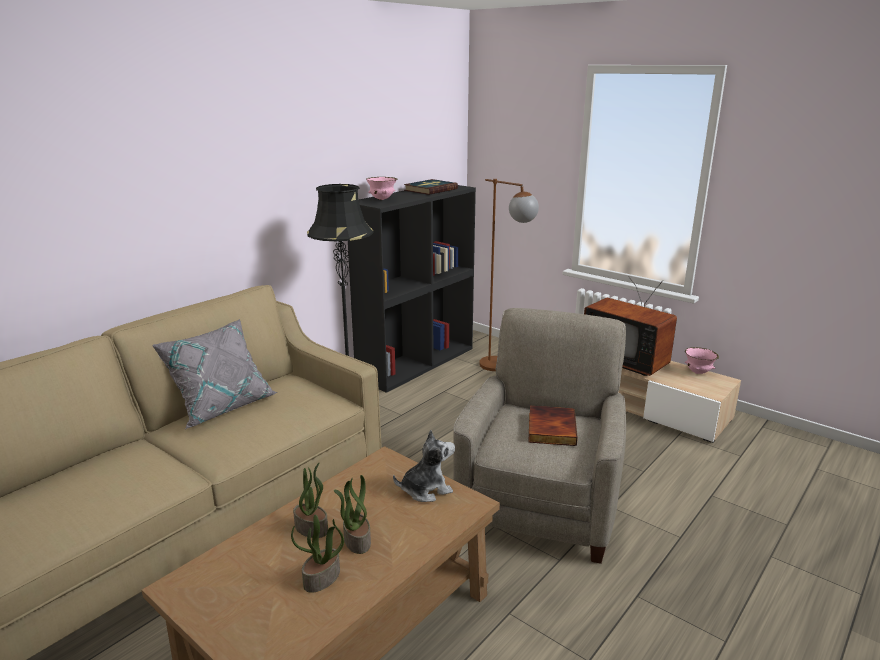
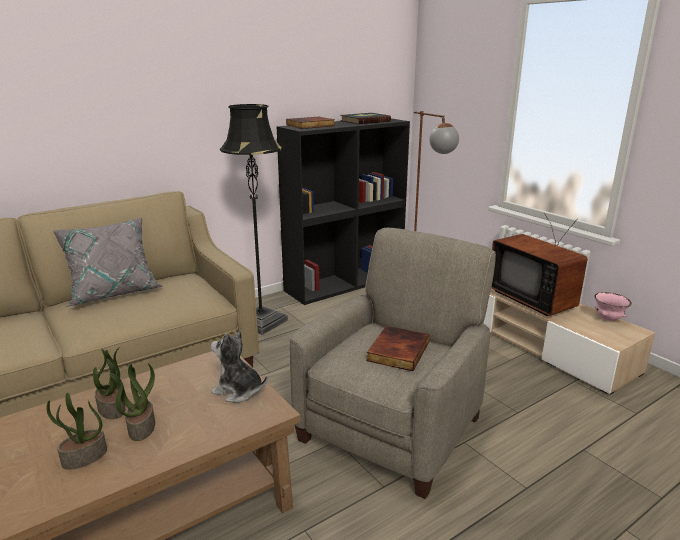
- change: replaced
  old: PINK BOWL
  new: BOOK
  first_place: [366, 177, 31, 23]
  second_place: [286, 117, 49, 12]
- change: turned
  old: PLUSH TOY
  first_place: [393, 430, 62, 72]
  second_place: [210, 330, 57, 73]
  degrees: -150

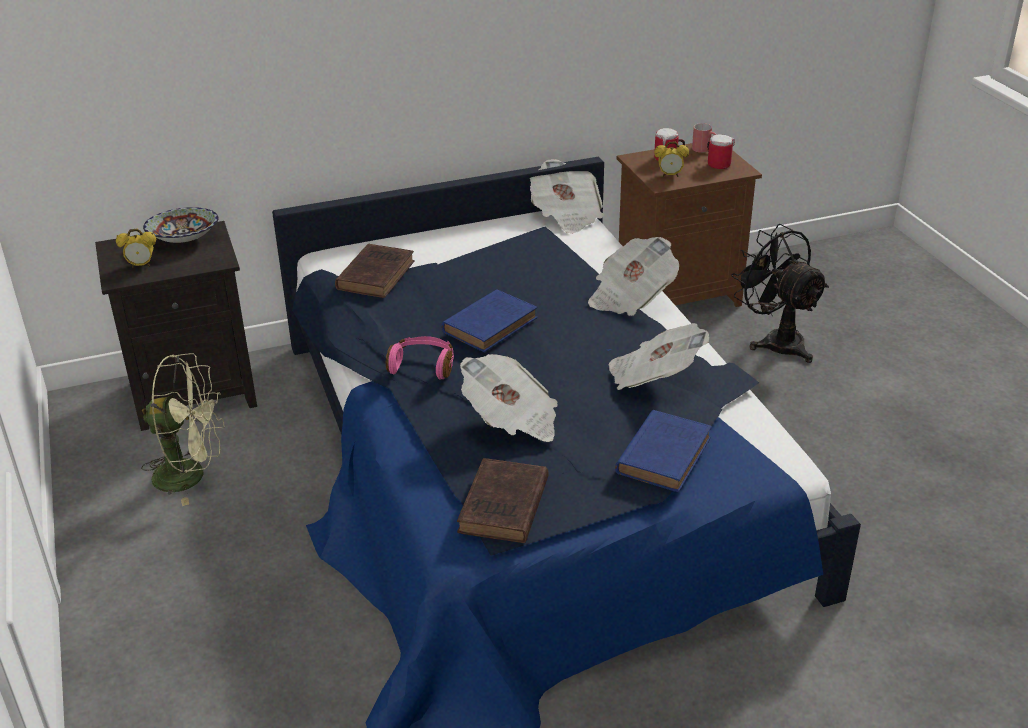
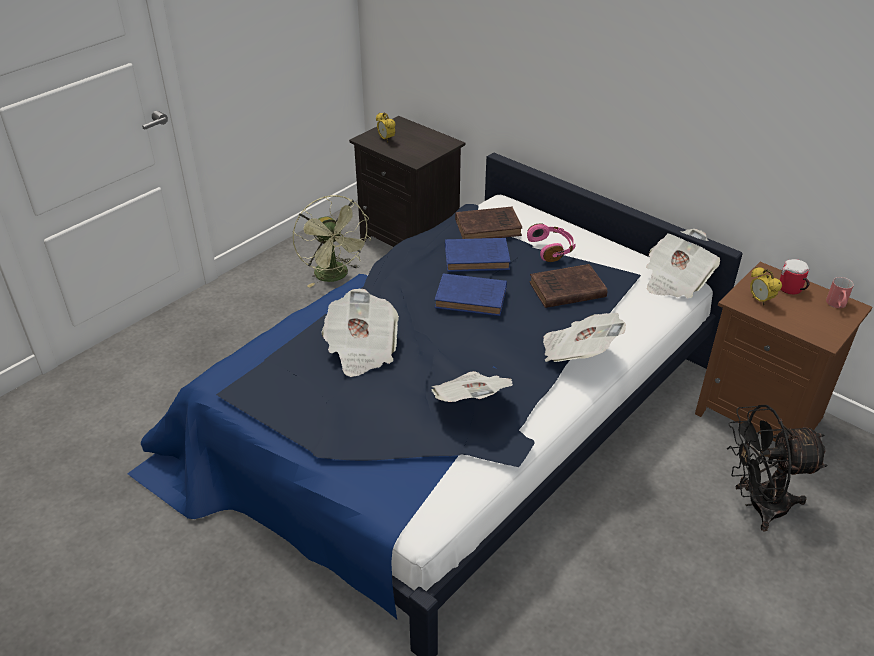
- change: removed
  old: BOWL
  first_place: [143, 207, 76, 36]
- change: moved
  old: PINK HEADPHONES
  first_place: [386, 336, 68, 44]
  second_place: [527, 223, 49, 39]
- change: moved
  old: BROWN BOOK
  first_place: [457, 458, 91, 85]
  second_place: [529, 264, 78, 44]
- change: moved
  old: BLUE BOOK
  first_place: [615, 410, 97, 82]
  second_place: [445, 238, 65, 34]
- change: removed
  old: MUG
  first_place: [707, 134, 28, 35]
- change: turned
  old: BLACK FAN
  first_place: [732, 224, 97, 139]
  second_place: [726, 405, 102, 127]
  degrees: -120

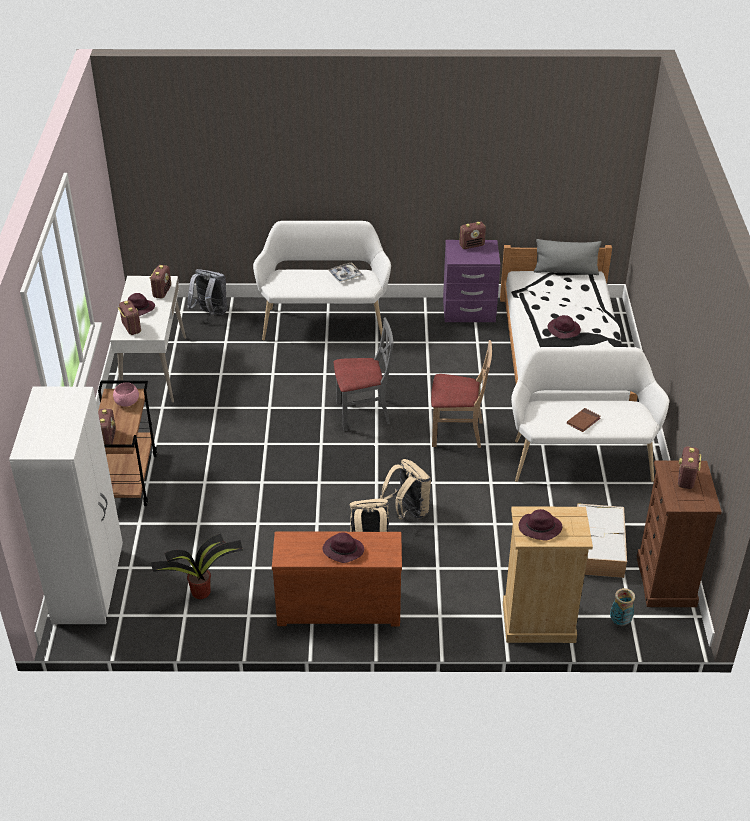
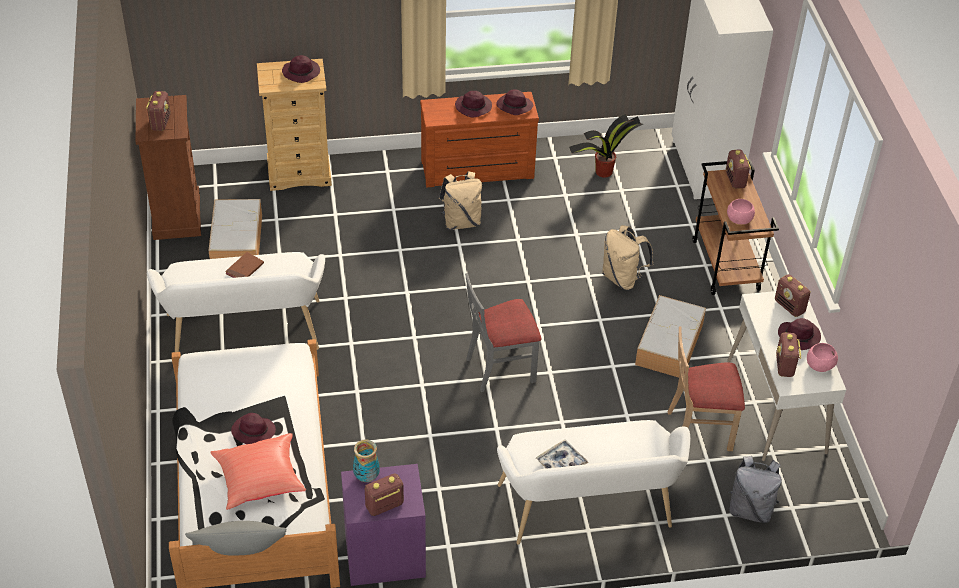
- change: moved
  old: BEIGE BACKPACK
  first_place: [380, 459, 51, 60]
  second_place: [602, 225, 52, 65]
- change: moved
  old: BEIGE CHAIR
  first_place: [431, 340, 61, 108]
  second_place: [668, 326, 77, 125]
- change: moved
  old: VASE
  first_place: [610, 588, 25, 38]
  second_place: [353, 440, 27, 42]
- change: added
  new: RED PILLOW
  second_place: [210, 433, 96, 77]
- change: added
  new: PURPLE HAT
  second_place: [496, 89, 37, 26]
- change: added
  new: STORAGE BOX
  second_place: [635, 295, 71, 82]
- change: added
  new: PINK BOWL
  second_place: [807, 343, 31, 29]

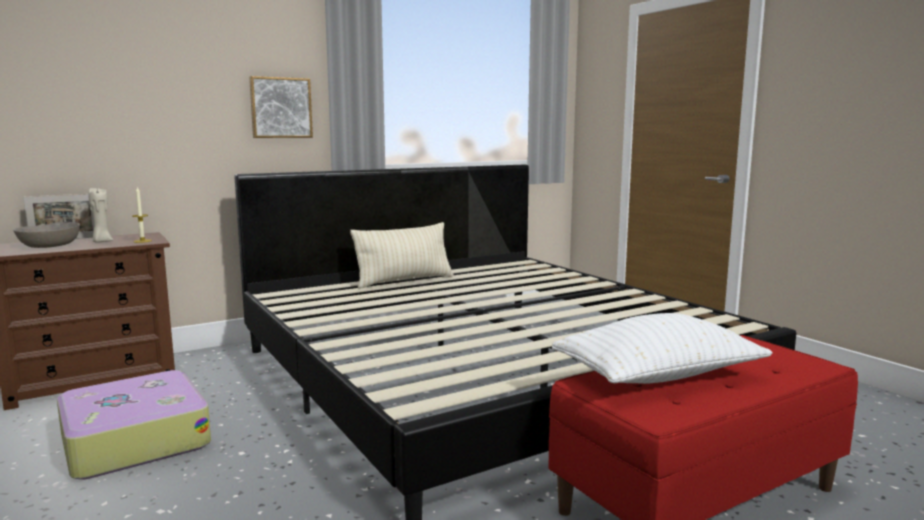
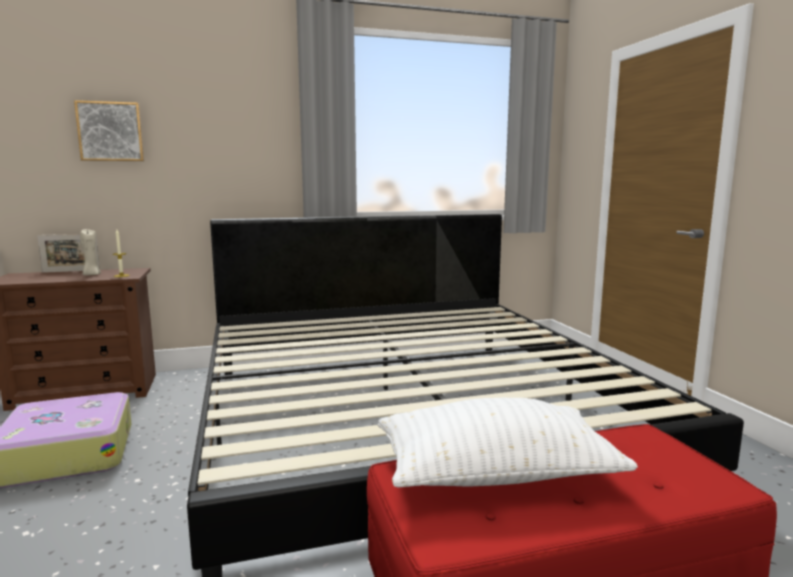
- change: removed
  old: GREY BOWL
  first_place: [13, 222, 67, 26]
- change: moved
  old: PICTURE
  first_place: [249, 76, 64, 62]
  second_place: [74, 100, 70, 61]
- change: removed
  old: BEIGE PILLOW
  first_place: [350, 222, 104, 67]

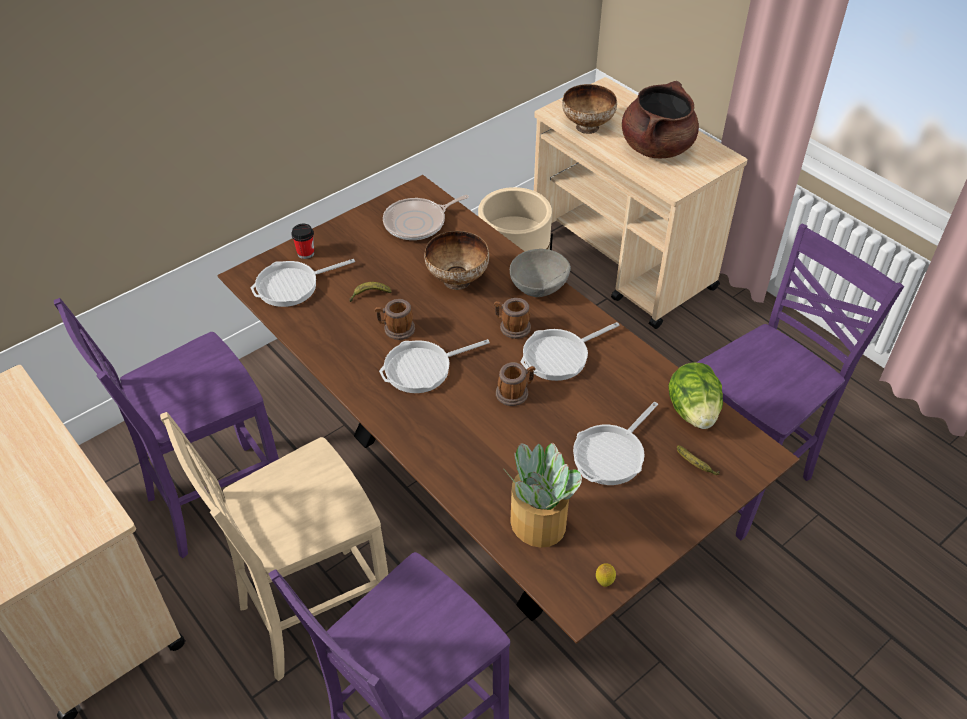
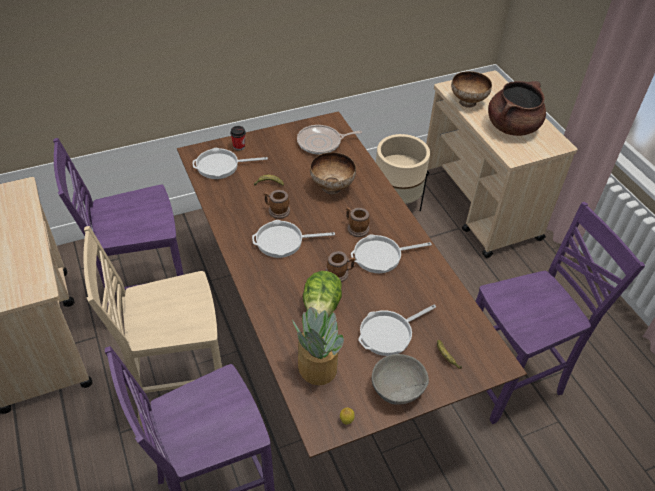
- change: moved
  old: GREY BOWL
  first_place: [510, 249, 61, 48]
  second_place: [372, 354, 57, 50]
- change: moved
  old: LETTUCE
  first_place: [668, 362, 55, 67]
  second_place: [303, 271, 39, 44]

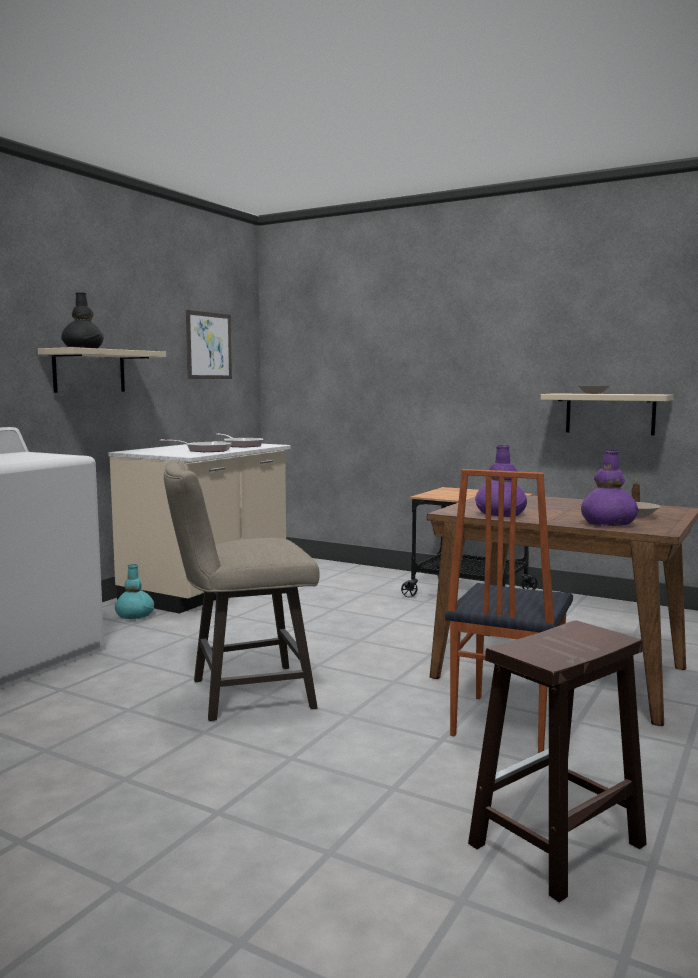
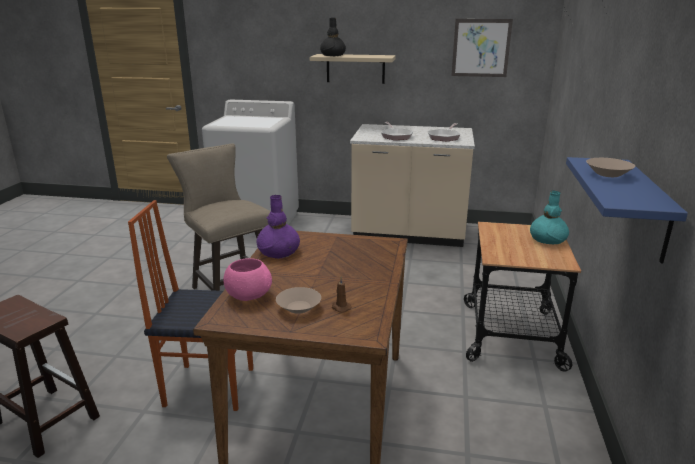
- change: moved
  old: TURQUOISE VASE
  first_place: [115, 564, 39, 55]
  second_place: [530, 191, 39, 53]
- change: recoloured
  old: BEIGE SHELF
  new: BLUE SHELF
  first_place: [541, 393, 132, 42]
  second_place: [566, 157, 122, 106]
- change: replaced
  old: PURPLE VASE
  new: PINK BOWL
  first_place: [581, 450, 58, 76]
  second_place: [223, 258, 49, 43]

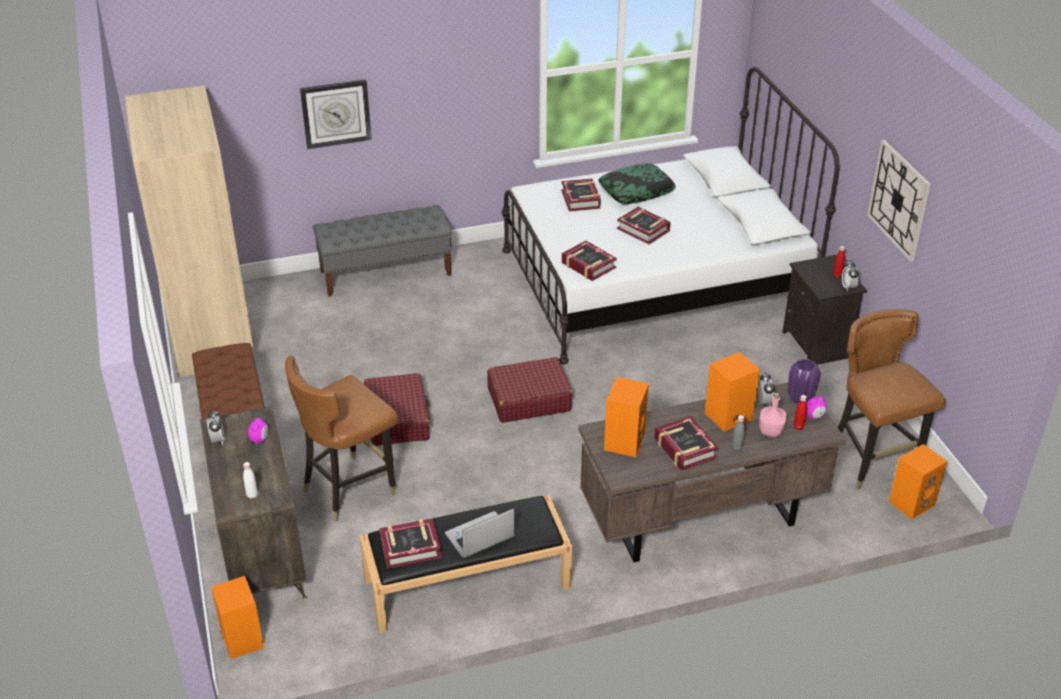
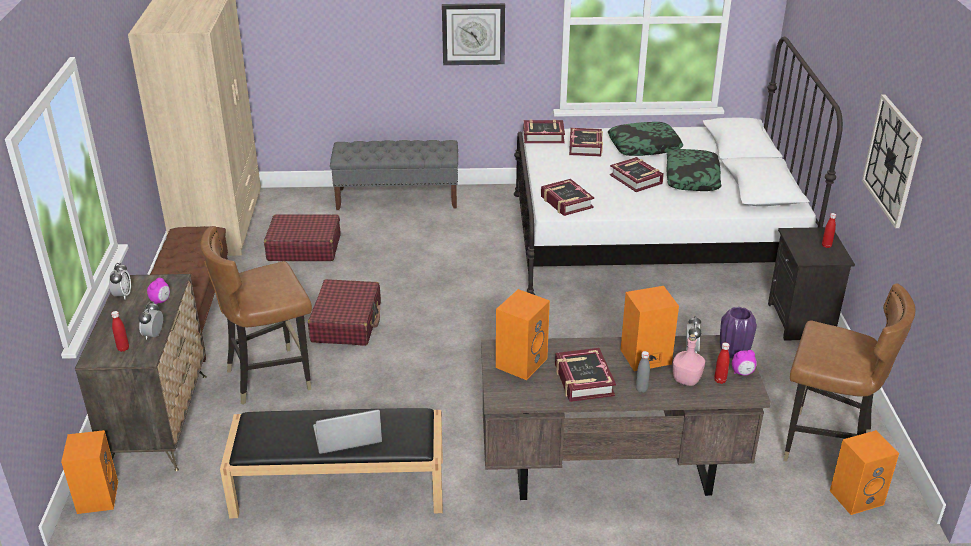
- change: recoloured
  old: WHITE BOTTLE
  new: RED BOTTLE
  first_place: [243, 462, 15, 37]
  second_place: [111, 311, 18, 41]
- change: moved
  old: WALL CLOCK
  first_place: [300, 79, 72, 70]
  second_place: [442, 3, 63, 62]
- change: moved
  old: BOOK
  first_place: [379, 518, 63, 51]
  second_place: [524, 119, 41, 24]
- change: moved
  old: RED SUITCASE
  first_place: [487, 357, 86, 66]
  second_place: [264, 214, 77, 47]
- change: turned
  old: BROWN CHAIR
  first_place: [838, 309, 107, 181]
  second_place: [783, 283, 133, 179]
  degrees: 120
- change: moved
  old: ALARM CLOCK
  first_place: [842, 261, 18, 30]
  second_place: [138, 302, 25, 38]
- change: added
  new: PILLOW
  second_place: [667, 149, 55, 42]

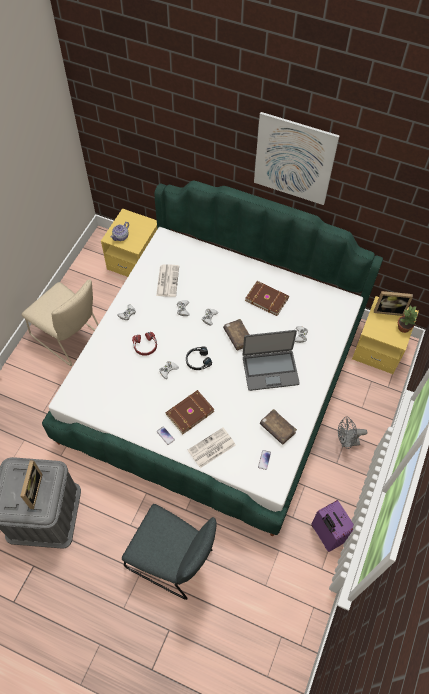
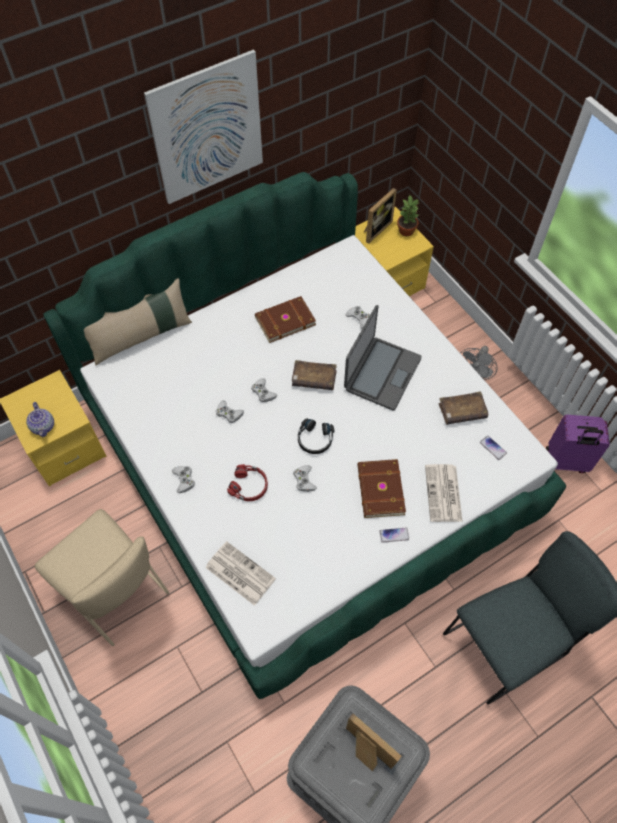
- change: turned
  old: BEIGE CHAIR
  first_place: [21, 279, 78, 87]
  second_place: [34, 509, 135, 137]
  degrees: 60
- change: moved
  old: NEWSPAPER
  first_place: [156, 264, 23, 33]
  second_place: [205, 541, 71, 65]
- change: added
  new: BEIGE PILLOW
  second_place: [84, 278, 108, 87]

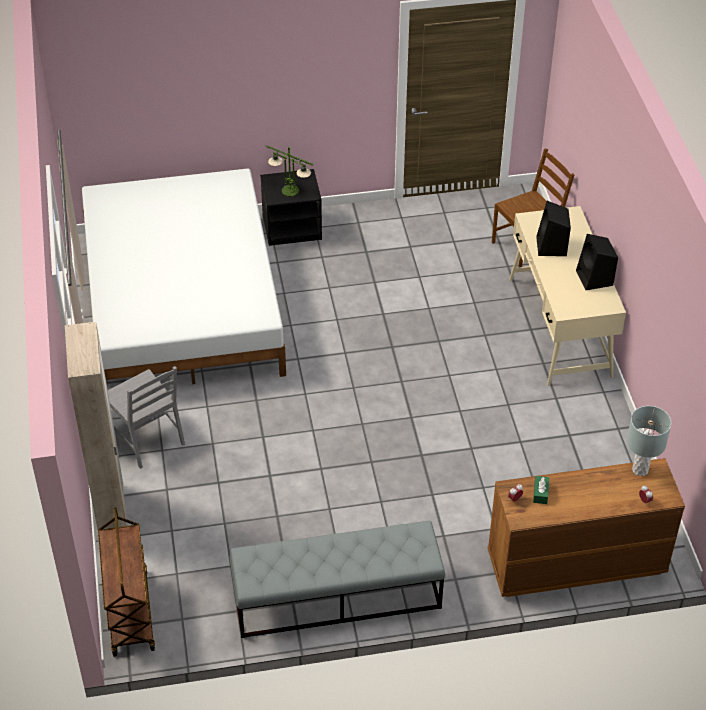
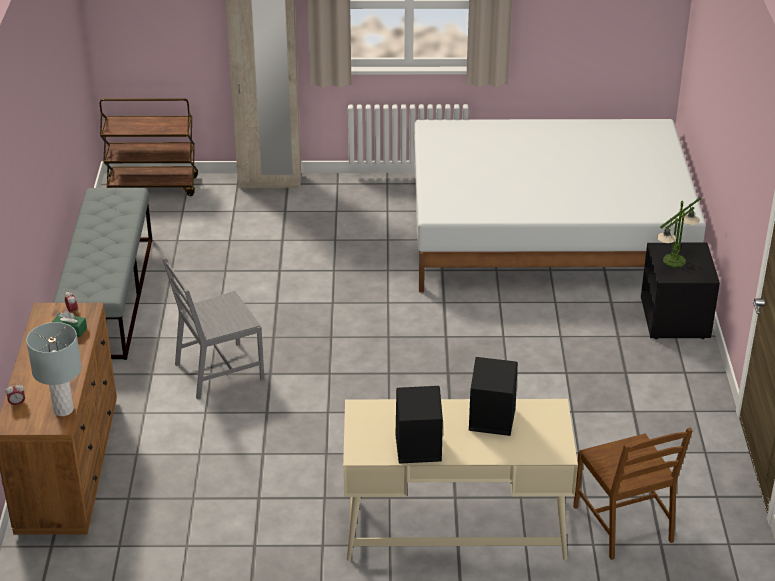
- change: moved
  old: GREY CHAIR
  first_place: [108, 366, 77, 103]
  second_place: [162, 257, 102, 143]

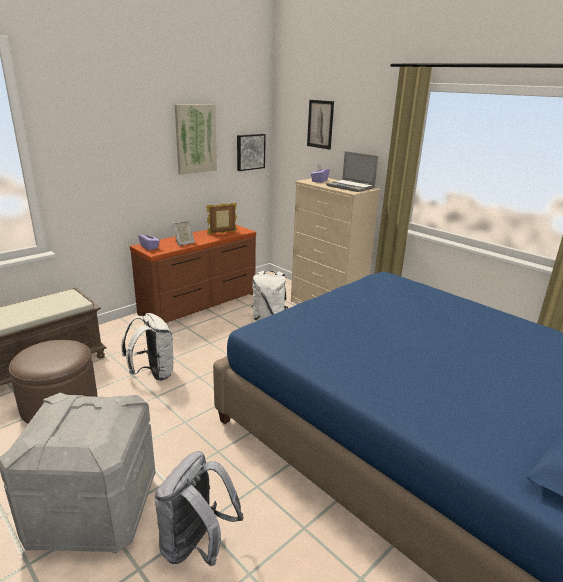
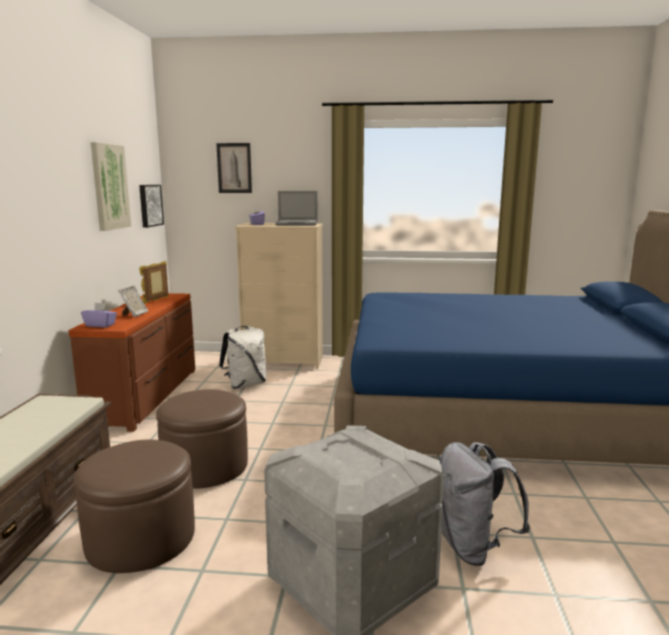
- change: replaced
  old: WHITE BACKPACK
  new: BROWN OTTOMAN
  first_place: [121, 313, 53, 68]
  second_place: [156, 389, 92, 100]

